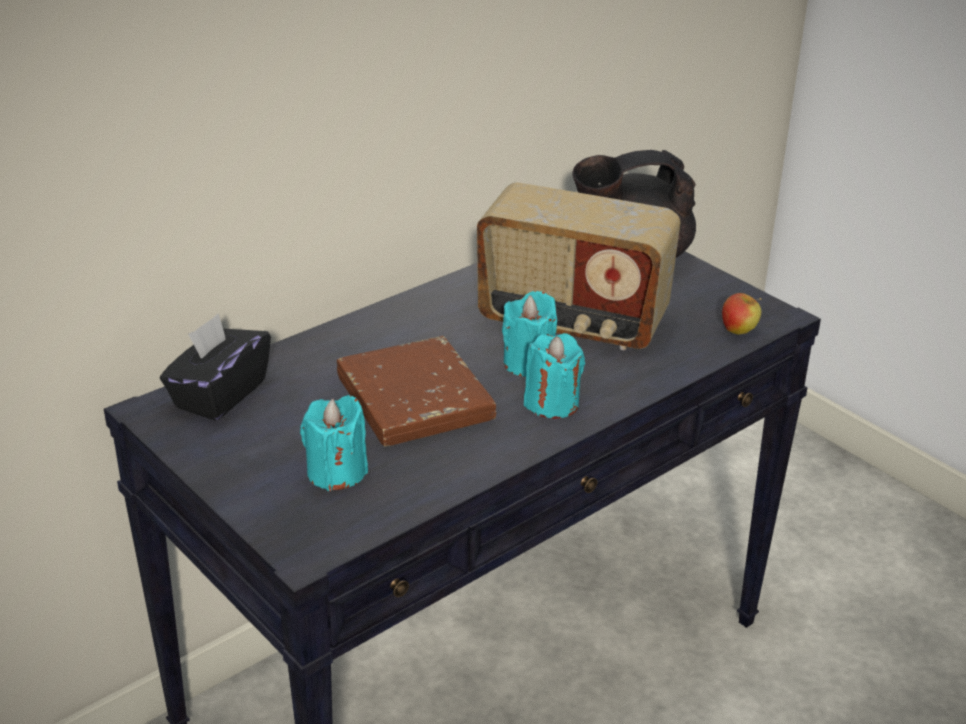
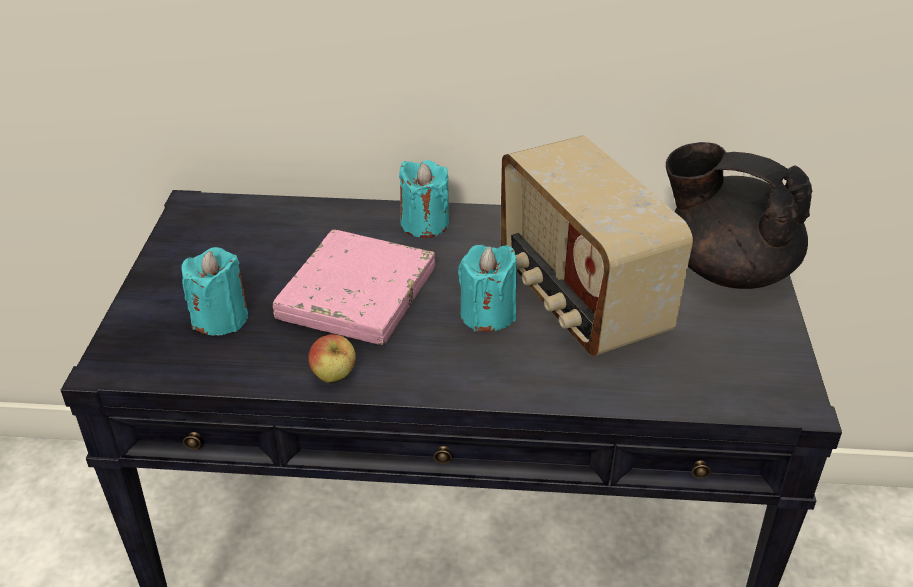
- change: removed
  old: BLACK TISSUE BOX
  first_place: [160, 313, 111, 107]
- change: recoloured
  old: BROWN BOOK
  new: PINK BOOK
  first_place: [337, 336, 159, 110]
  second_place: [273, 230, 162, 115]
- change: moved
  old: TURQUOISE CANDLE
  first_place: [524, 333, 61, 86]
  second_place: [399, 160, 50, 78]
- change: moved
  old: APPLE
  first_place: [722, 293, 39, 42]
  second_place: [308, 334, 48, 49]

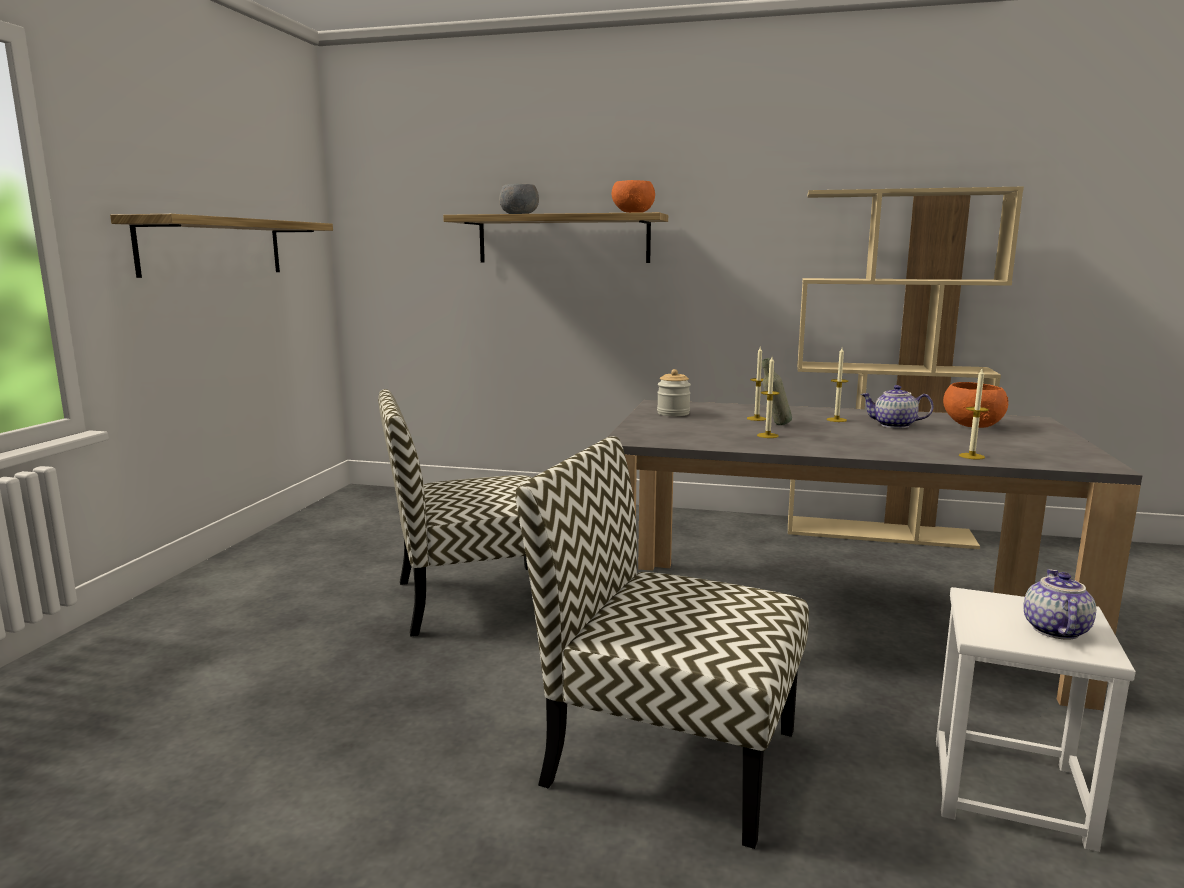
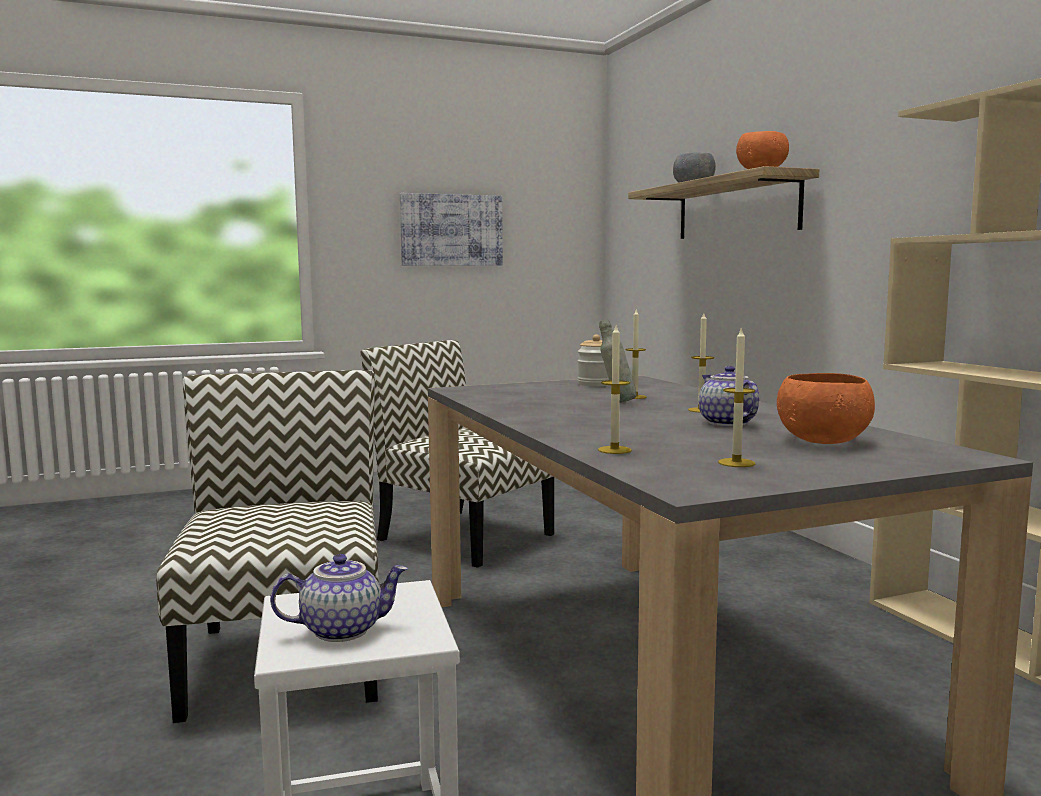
- change: replaced
  old: SHELF
  new: PICTURE
  first_place: [110, 214, 223, 64]
  second_place: [400, 193, 103, 73]
- change: moved
  old: CANDLE
  first_place: [757, 357, 23, 81]
  second_place: [718, 329, 38, 138]

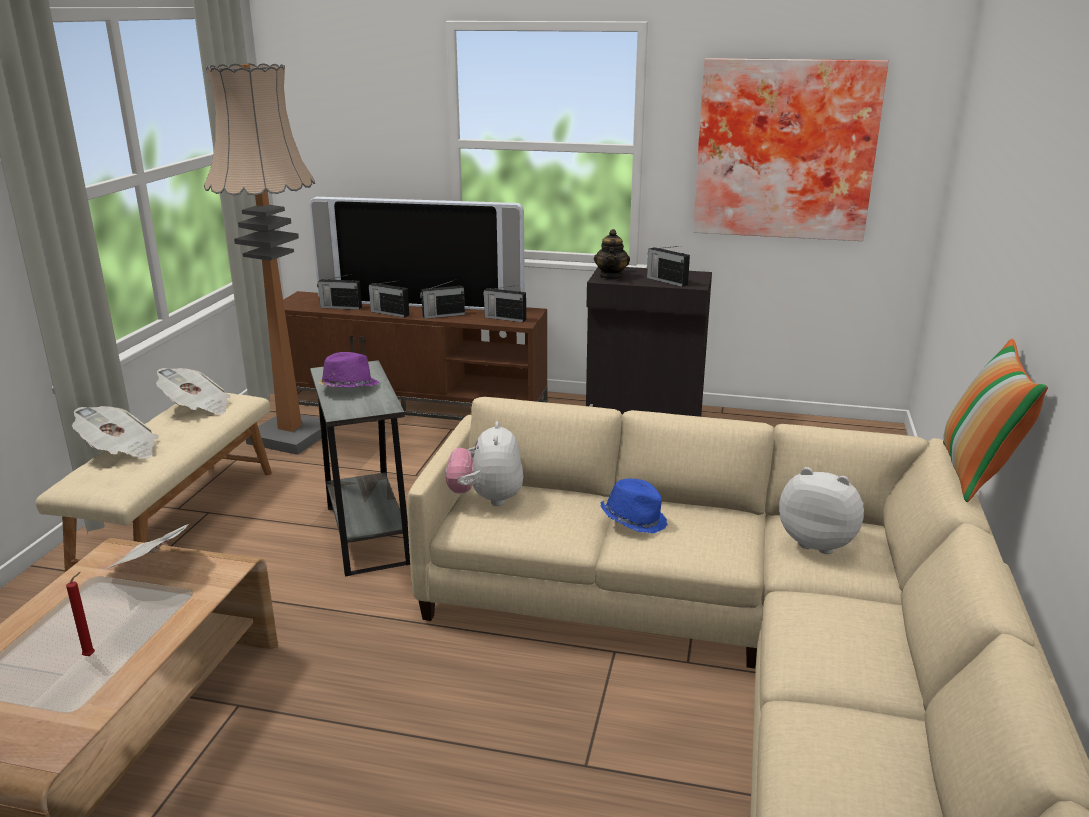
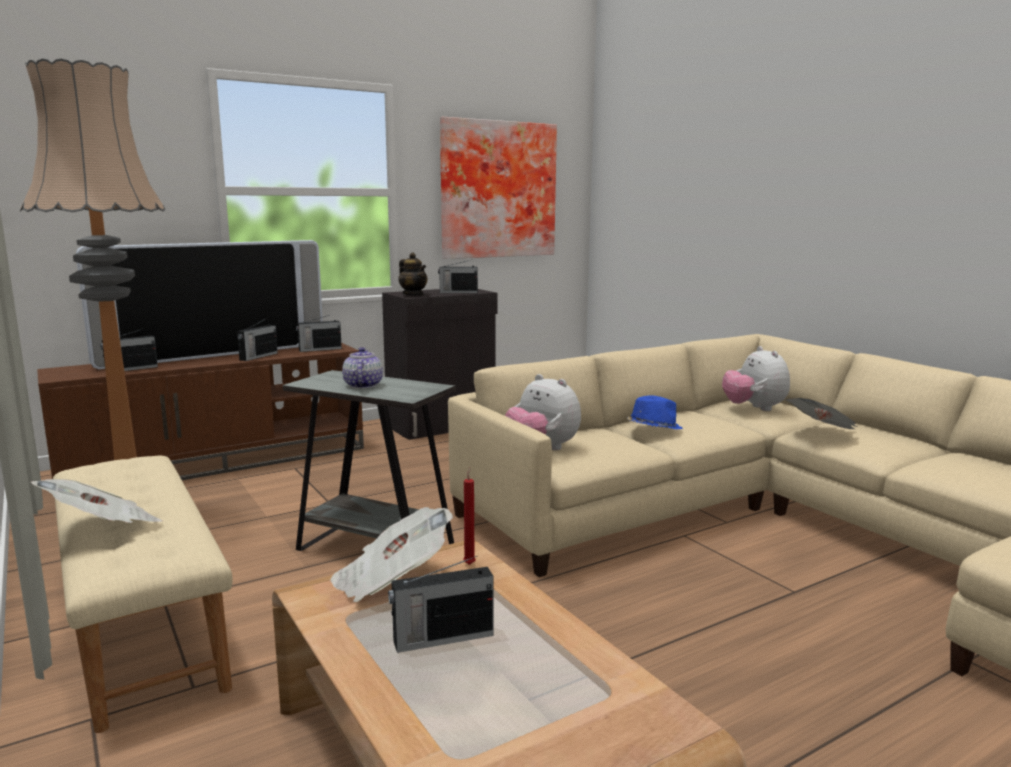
- change: moved
  old: RED CANDLE
  first_place: [66, 572, 29, 84]
  second_place: [463, 467, 13, 98]
- change: moved
  old: NEWSPAPER
  first_place: [156, 368, 74, 46]
  second_place: [785, 398, 72, 31]
- change: replaced
  old: PURPLE HAT
  new: TEAPOT
  first_place: [318, 352, 61, 36]
  second_place: [342, 347, 41, 42]
- change: moved
  old: RADIO
  first_place: [368, 281, 41, 37]
  second_place: [388, 556, 105, 97]
- change: turned
  old: PLUSH TOY
  first_place: [779, 467, 85, 87]
  second_place: [722, 346, 68, 65]
  degrees: -90
- change: removed
  old: PILLOW
  first_place: [943, 338, 105, 164]

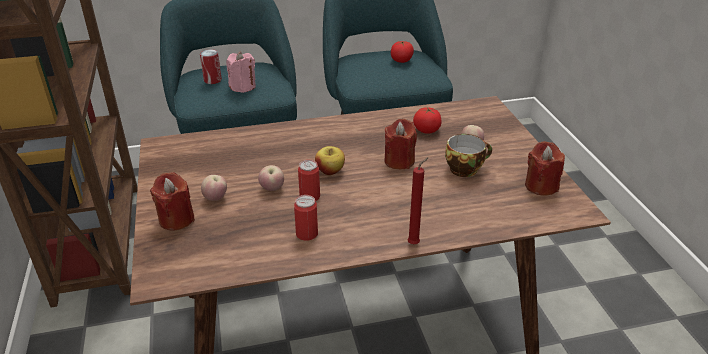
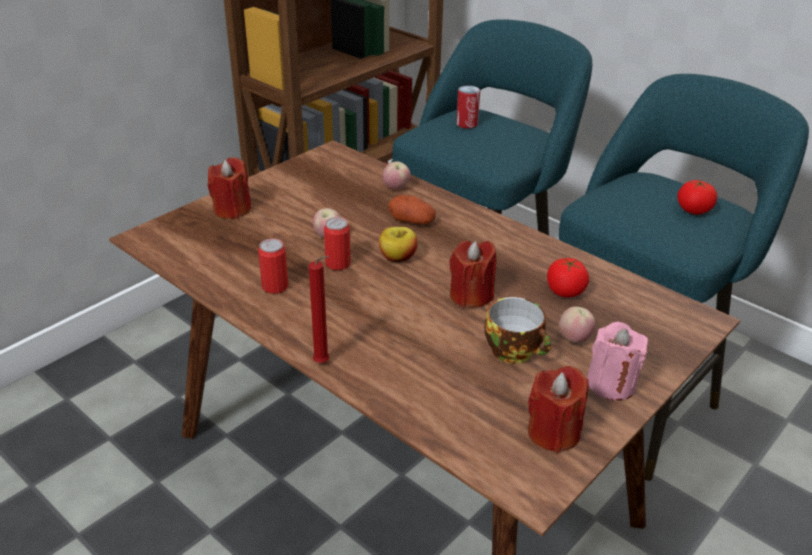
- change: moved
  old: APPLE
  first_place: [201, 175, 26, 26]
  second_place: [382, 162, 28, 28]
- change: moved
  old: PINK CANDLE
  first_place: [226, 51, 30, 42]
  second_place: [587, 322, 61, 78]
- change: added
  new: POTATO
  second_place: [389, 195, 47, 30]

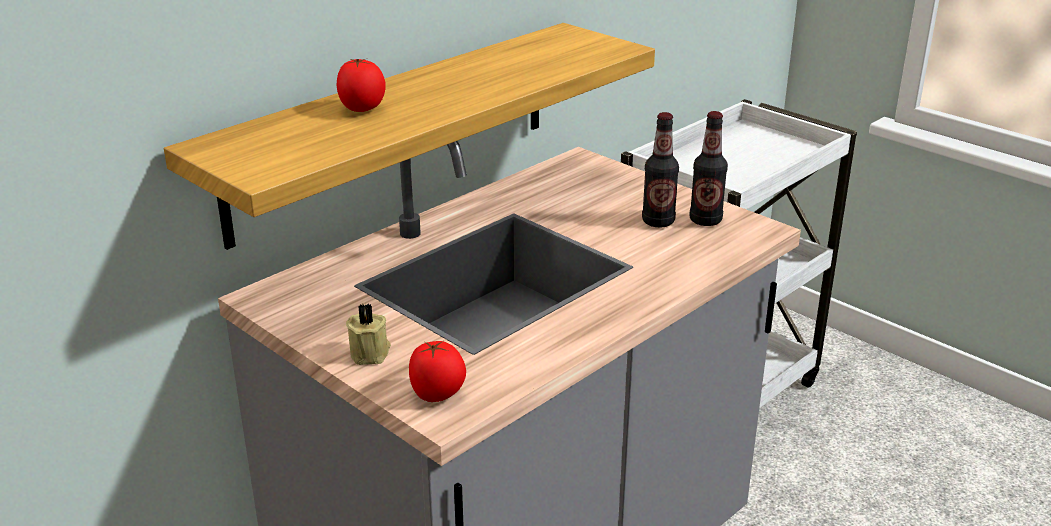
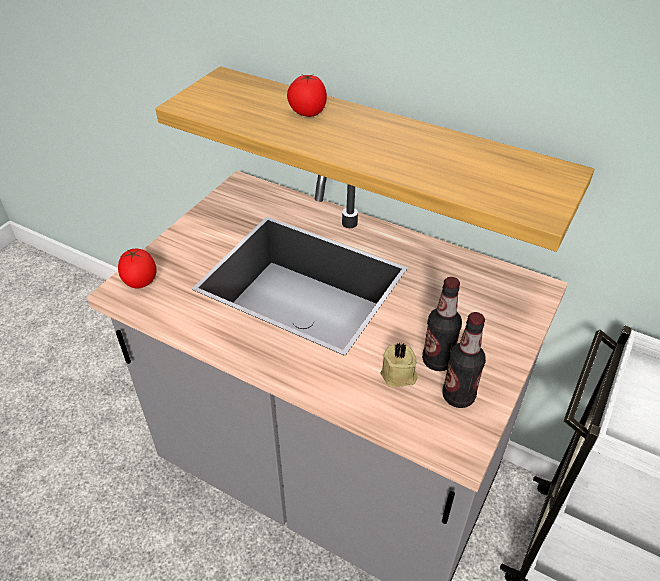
- change: moved
  old: BEIGE CANDLE
  first_place: [346, 303, 45, 62]
  second_place: [381, 343, 37, 44]

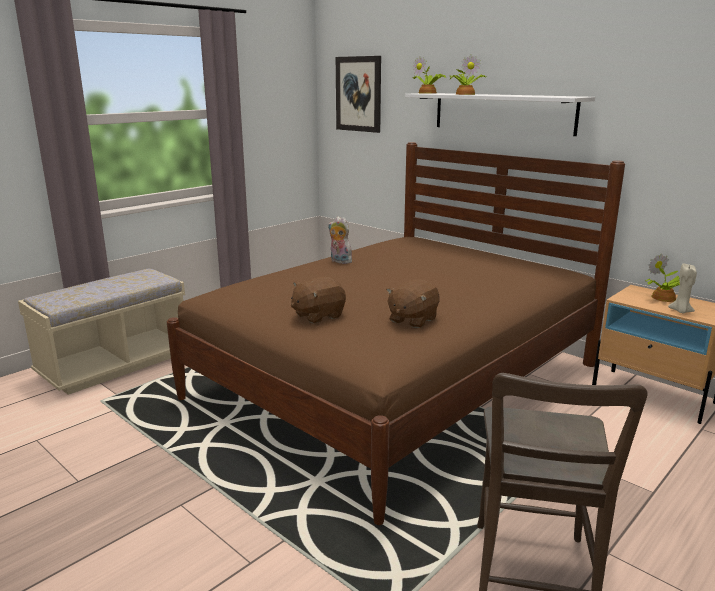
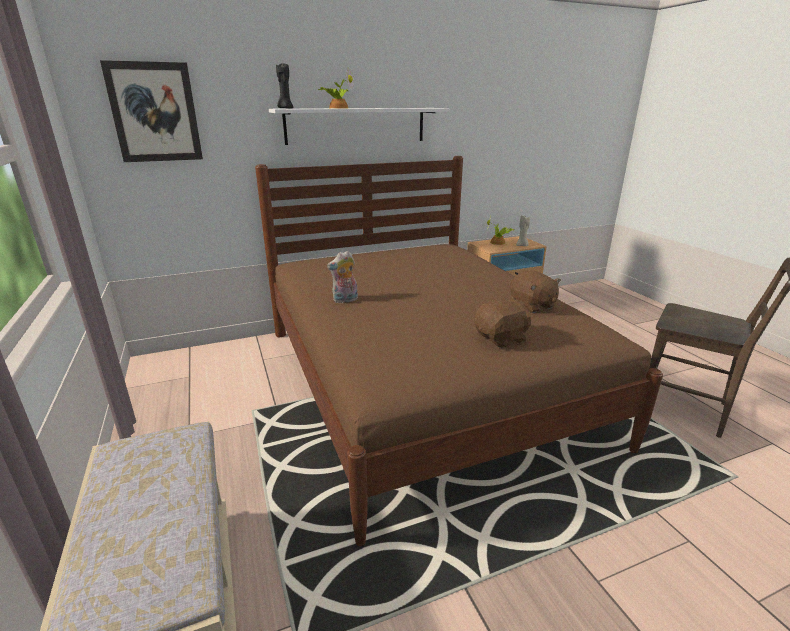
- change: turned
  old: BROWN PLUSH TOY
  first_place: [291, 277, 55, 47]
  second_place: [475, 297, 58, 51]
  degrees: -105
- change: replaced
  old: POTTED PLANT
  new: BLACK CANDLE
  first_place: [412, 56, 34, 38]
  second_place: [276, 63, 17, 45]

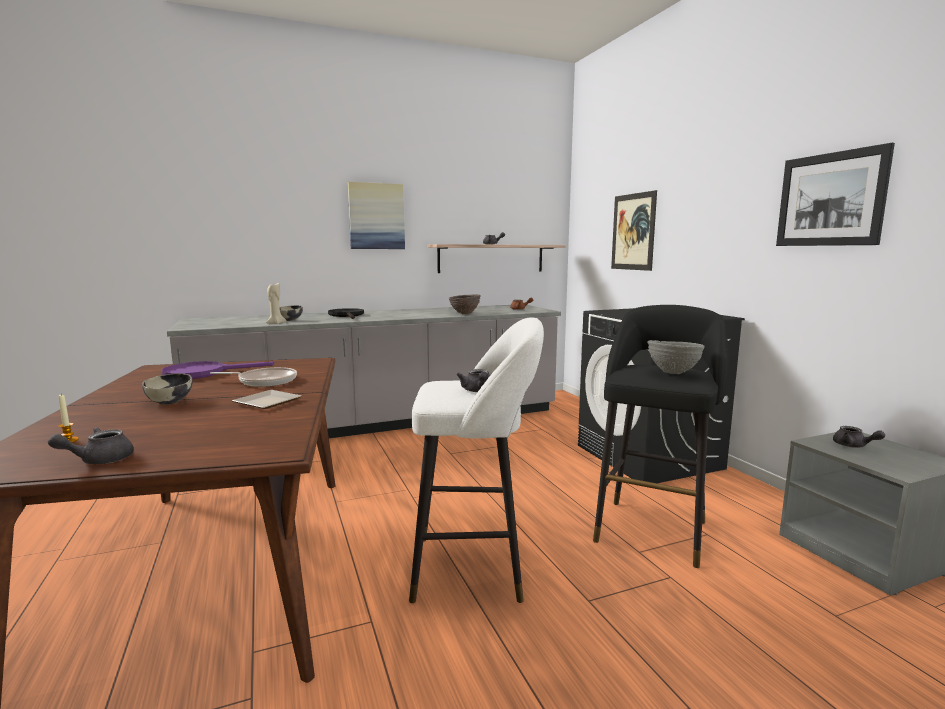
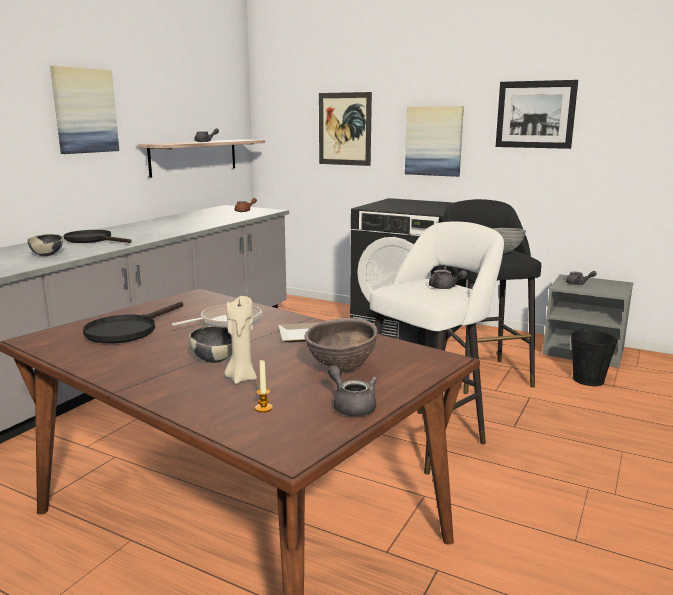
- change: turned
  old: GREY TEAPOT
  first_place: [48, 427, 86, 37]
  second_place: [328, 365, 49, 51]
  degrees: 135
- change: recoloured
  old: PURPLE FRYING PAN
  new: BLACK FRYING PAN
  first_place: [162, 361, 112, 18]
  second_place: [83, 302, 100, 41]
- change: moved
  old: BEIGE CANDLE
  first_place: [266, 283, 20, 41]
  second_place: [224, 296, 33, 88]
- change: moved
  old: BROWN BOWL
  first_place: [448, 294, 33, 20]
  second_place: [305, 318, 73, 55]
- change: added
  new: PICTURE
  second_place: [405, 106, 59, 71]
- change: added
  new: BLACK BUCKET
  second_place: [570, 328, 48, 58]

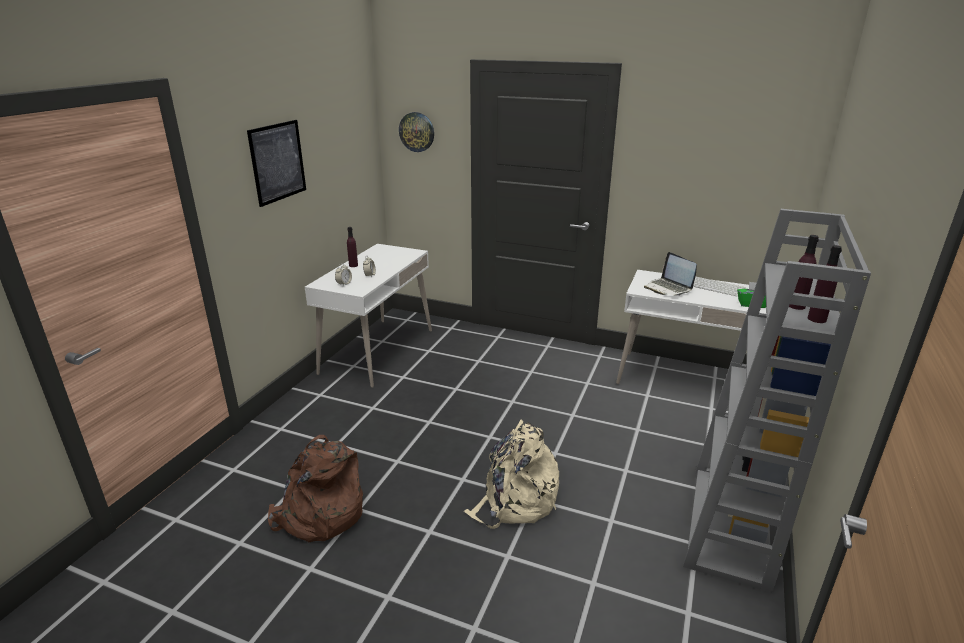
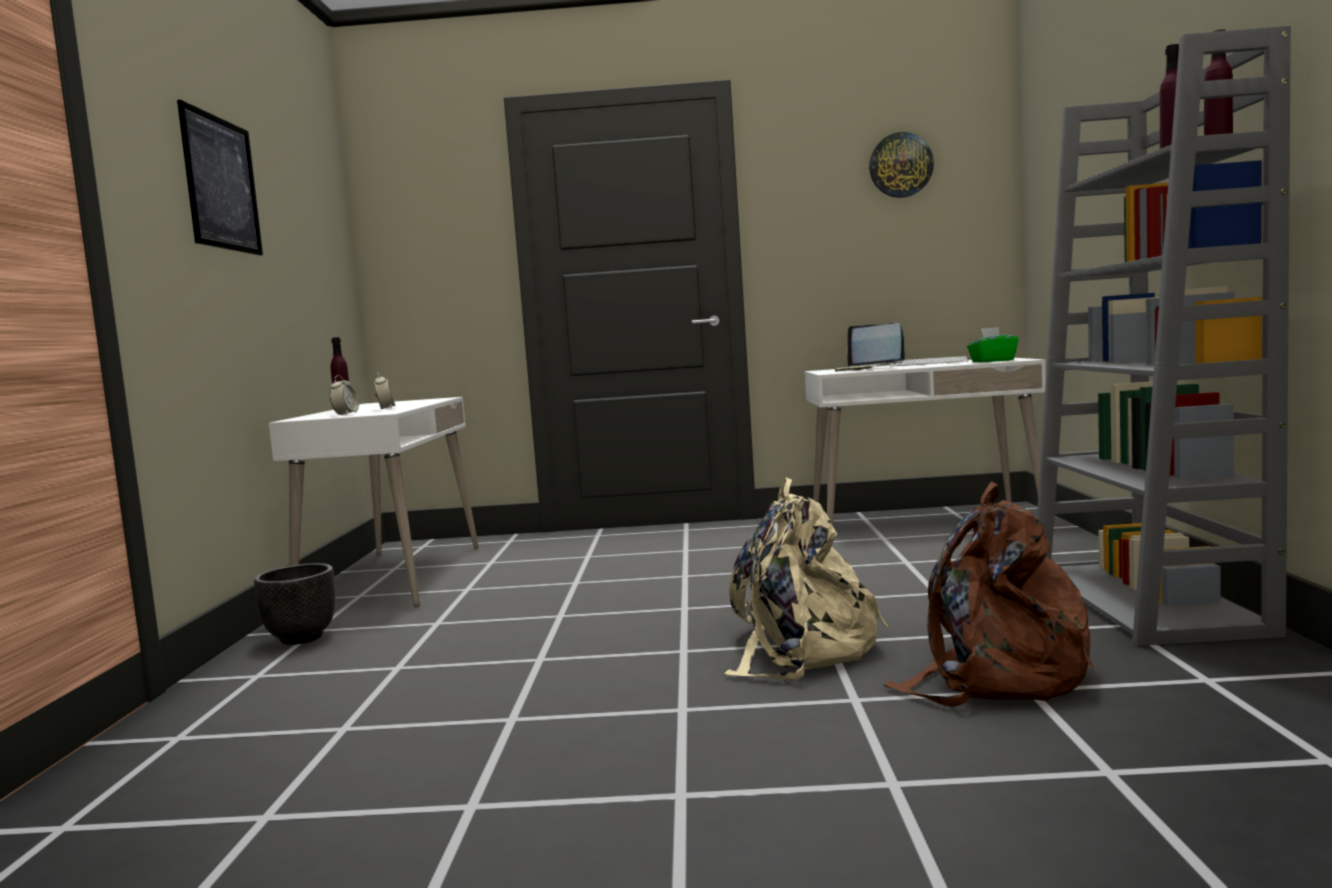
- change: moved
  old: BROWN BACKPACK
  first_place: [268, 435, 95, 107]
  second_place: [884, 481, 210, 226]
- change: moved
  old: WALL CLOCK
  first_place: [399, 112, 35, 40]
  second_place: [869, 132, 65, 66]
- change: added
  new: BLACK PLANTER
  second_place: [254, 563, 81, 82]

